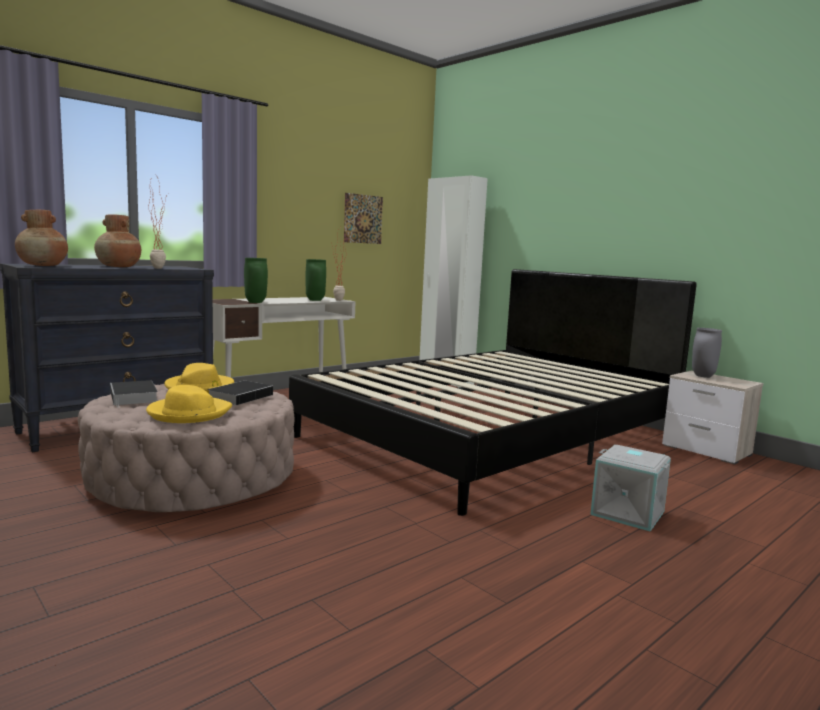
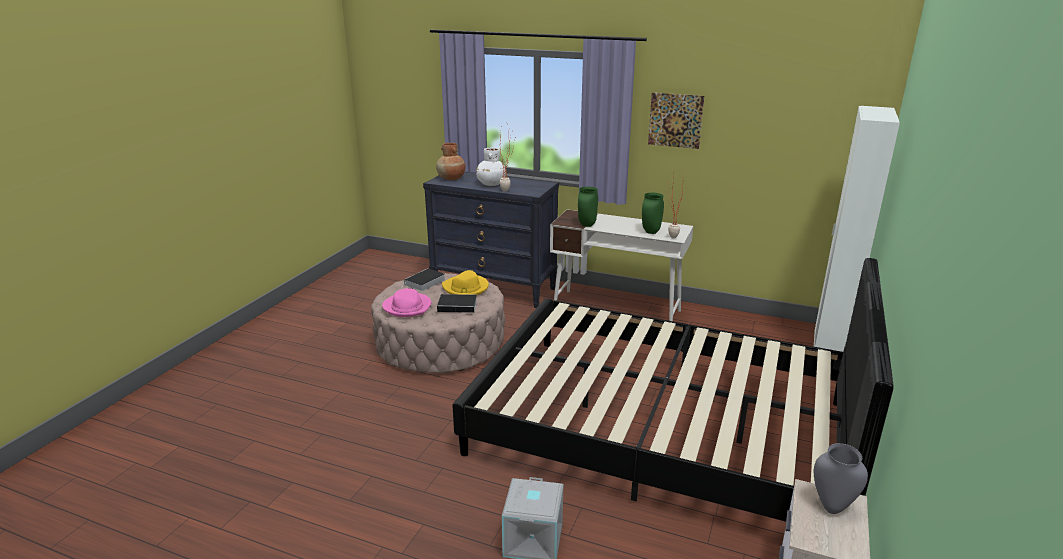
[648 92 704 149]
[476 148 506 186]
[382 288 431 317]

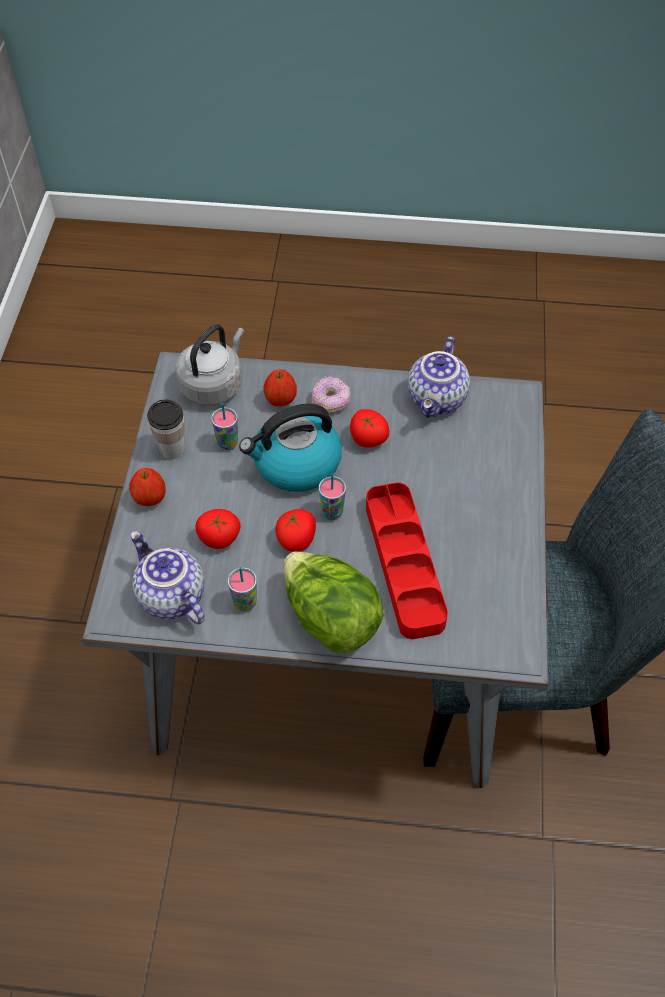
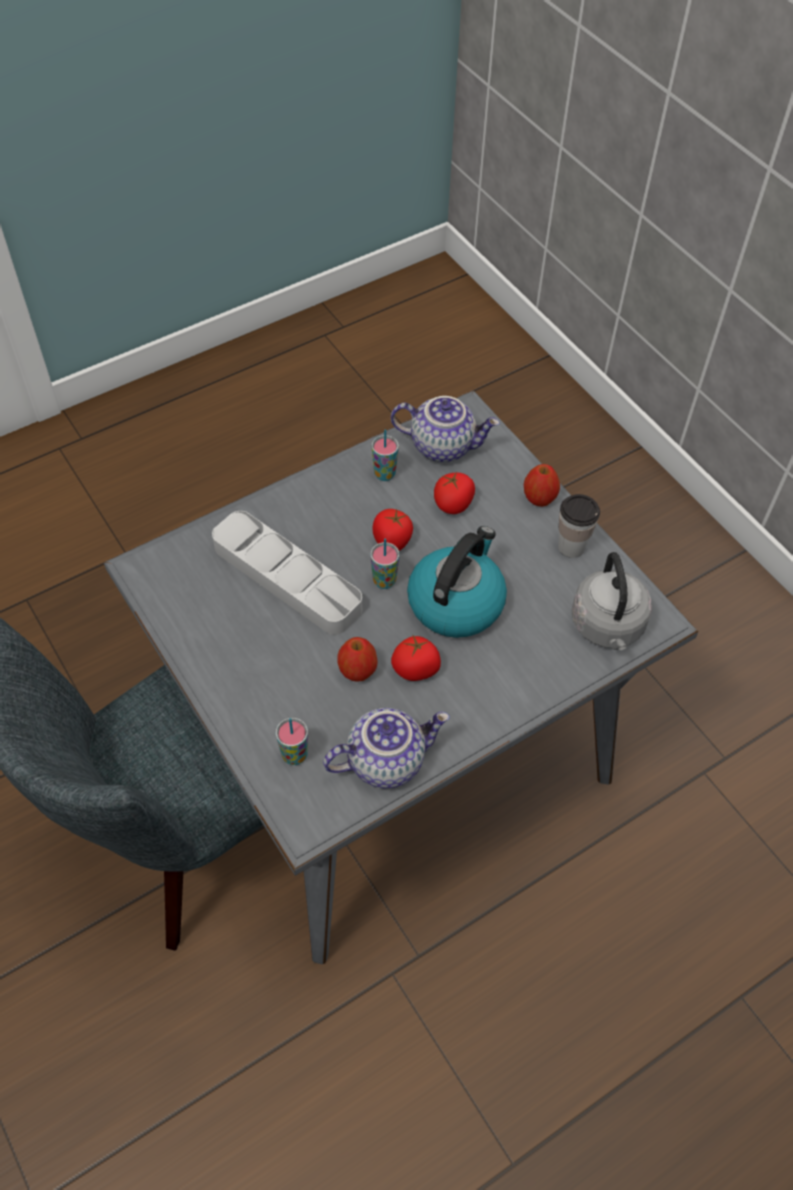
[323 708 450 788]
[337 637 378 682]
[312 376 351 413] (first image)
[276 718 308 765]
[212 511 362 635]
[284 552 384 653] (first image)

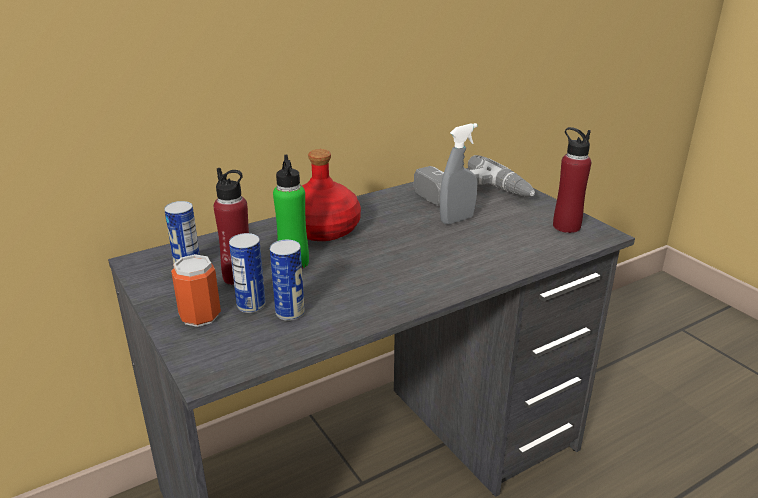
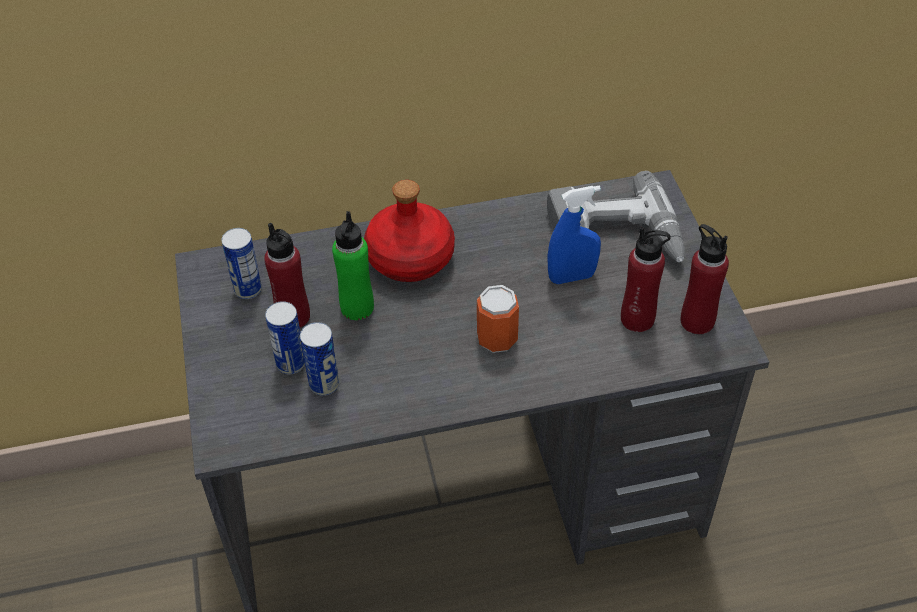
[548 185 601 284]
[477 285 519 353]
[621 227 671 332]

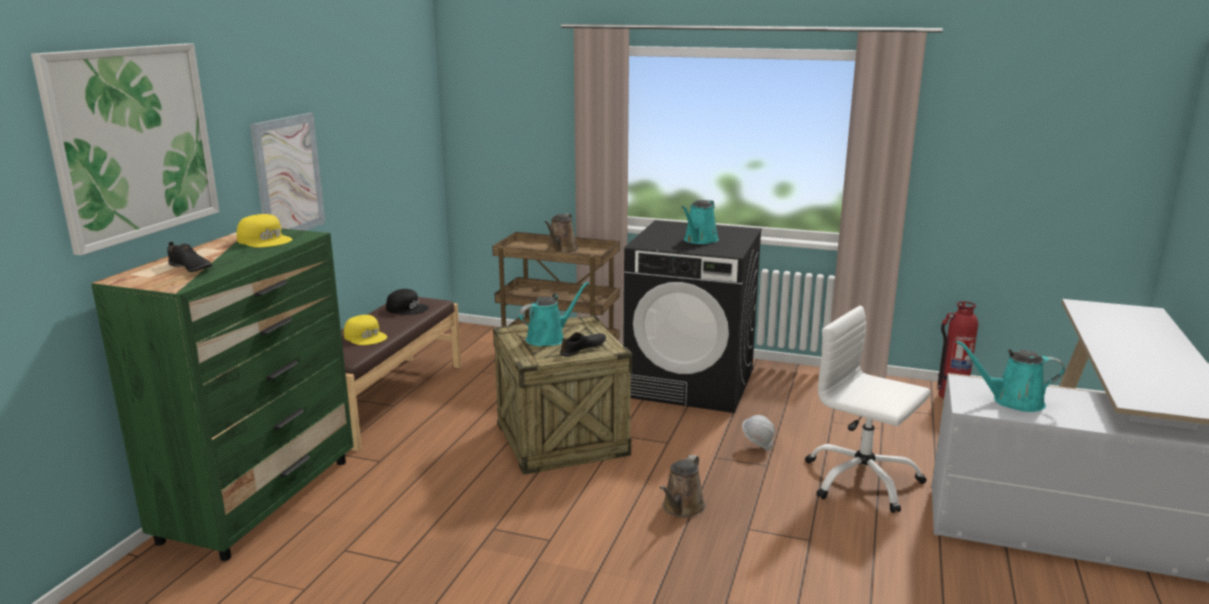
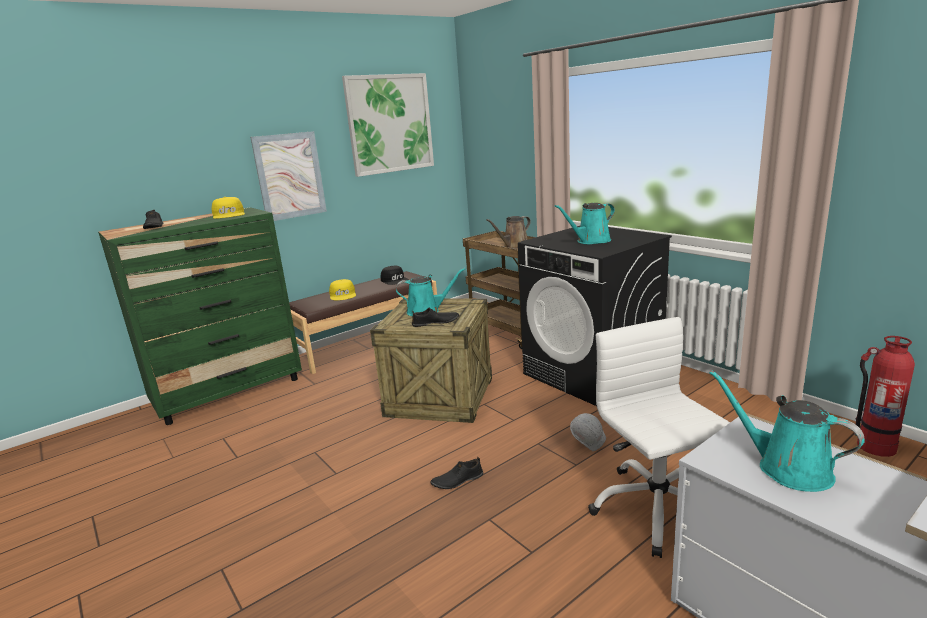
[342 73 434 177]
[430 457 483 489]

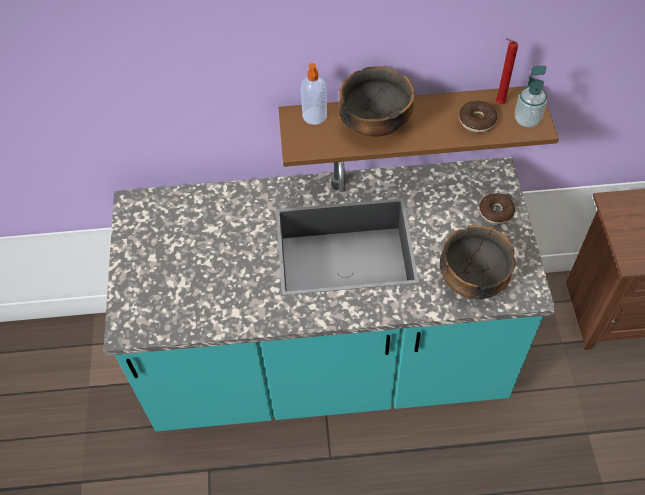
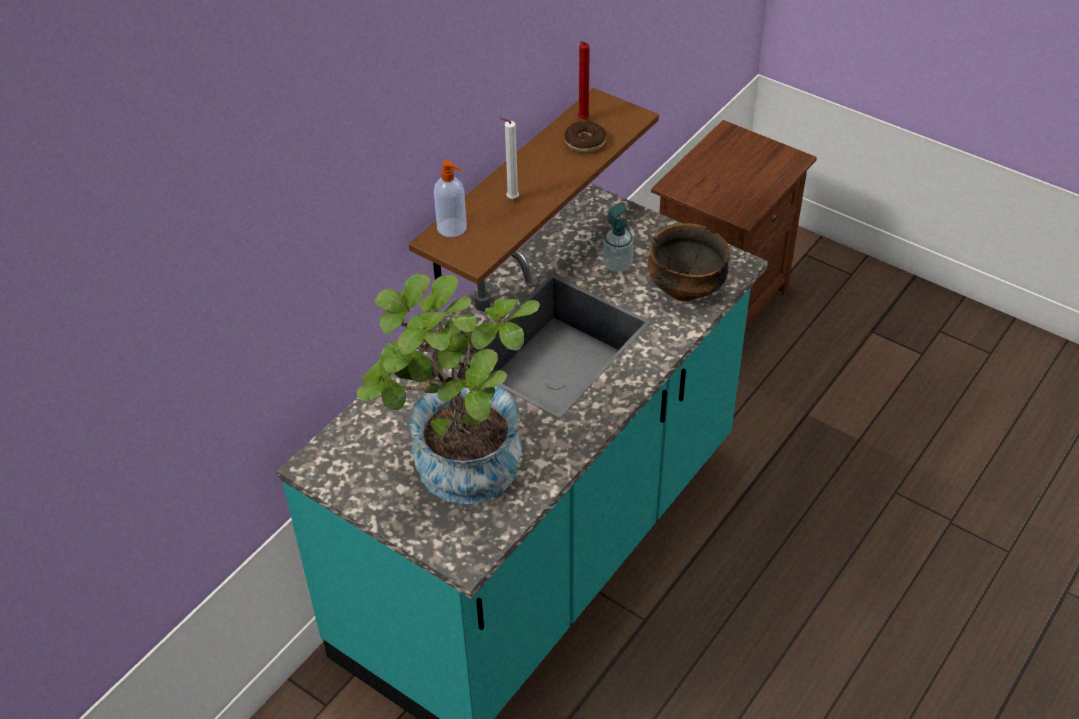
[500 118 519 199]
[603 203 633 272]
[479 193 515 224] (first image)
[356 274 540 504]

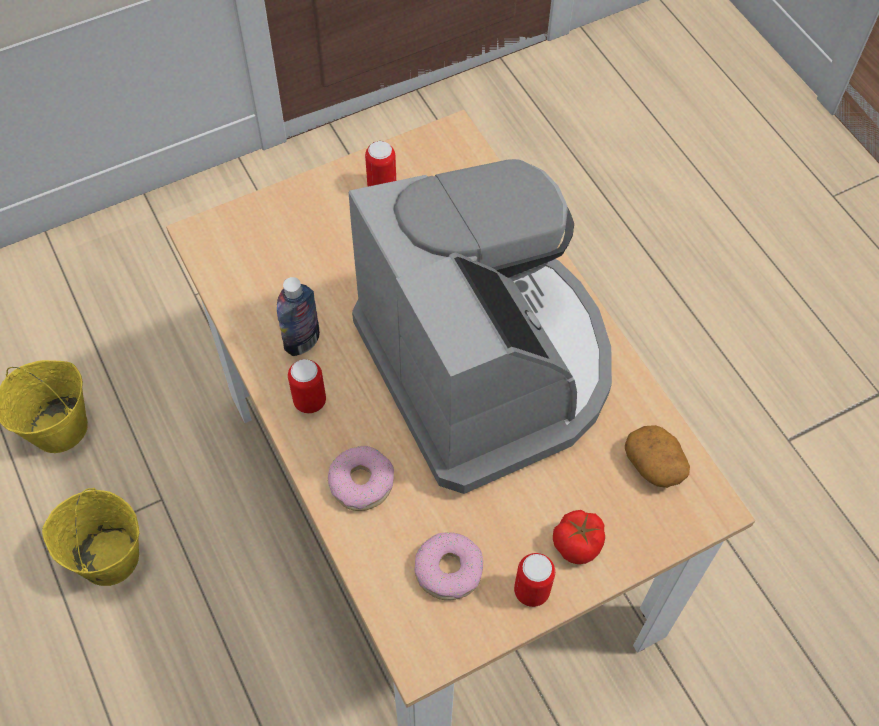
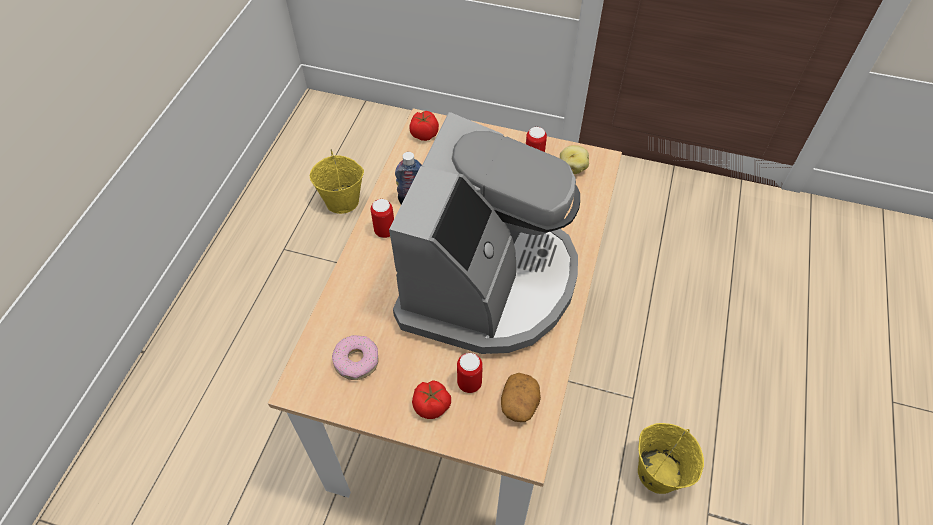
[328 446 394 511] (first image)
[638 423 704 494]
[457 353 483 393]
[410 111 439 141]
[560 145 589 174]

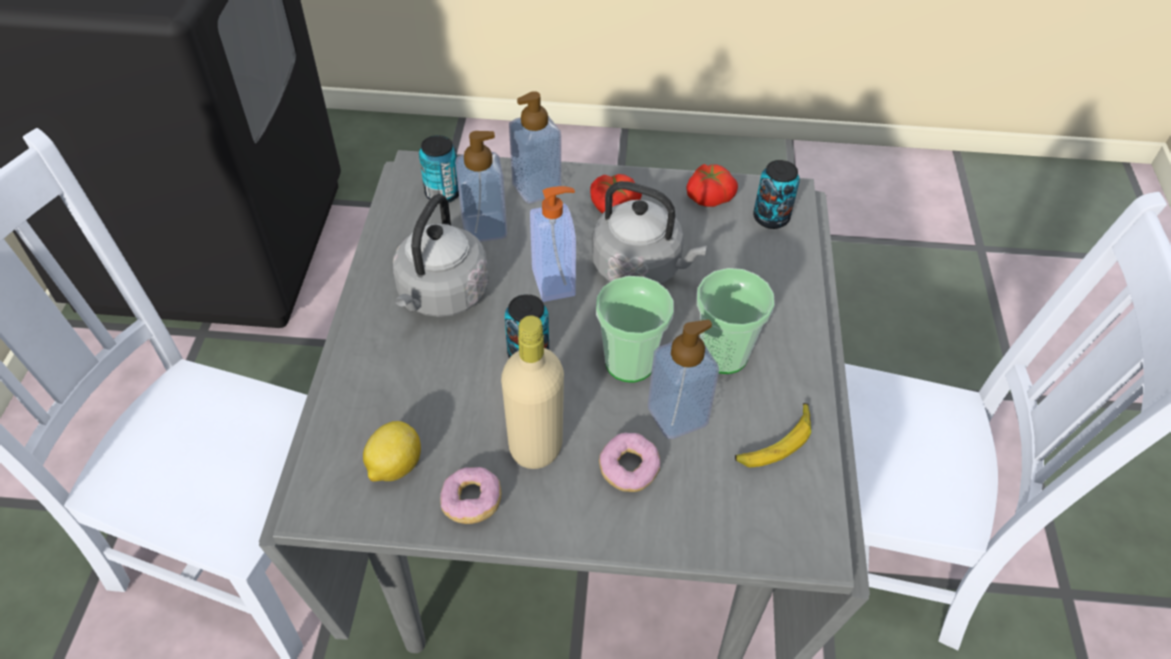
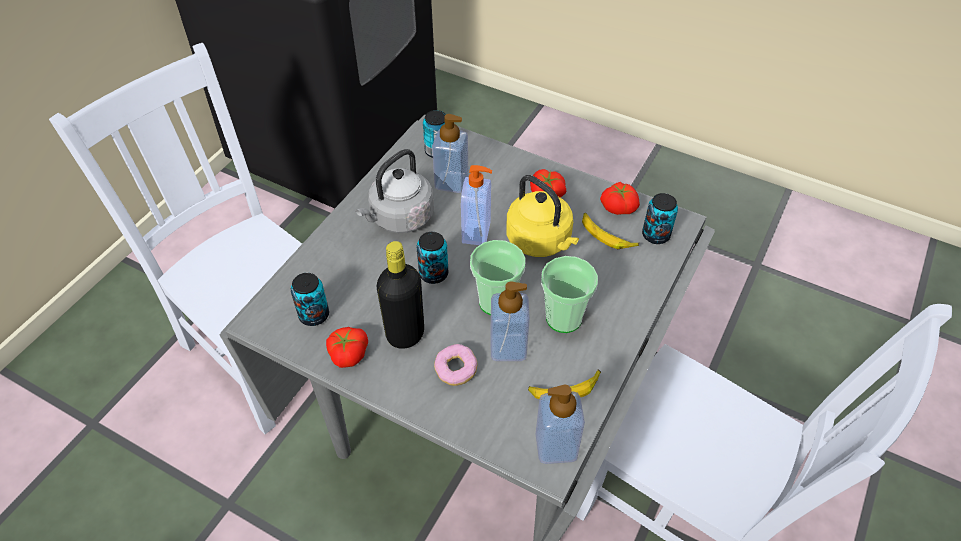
[536 385 585 464]
[506 175 579 257]
[377 241 424 349]
[291 273 329 326]
[326 327 368 368]
[582 213 639 249]

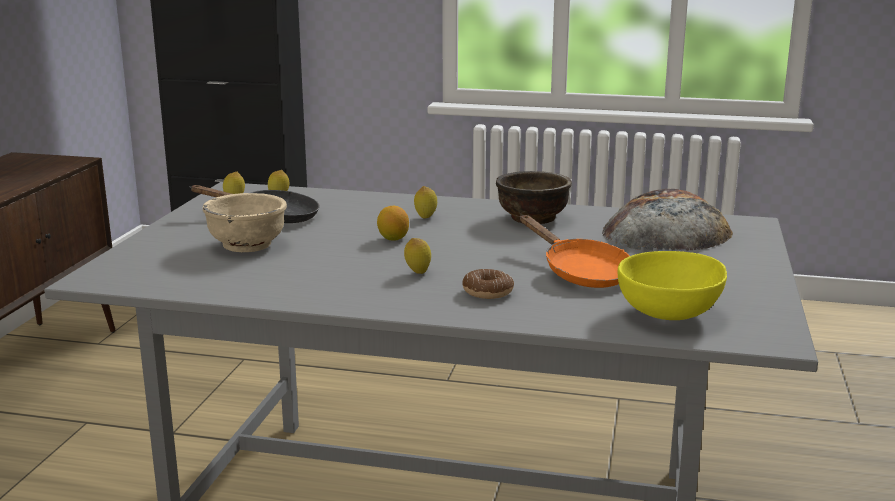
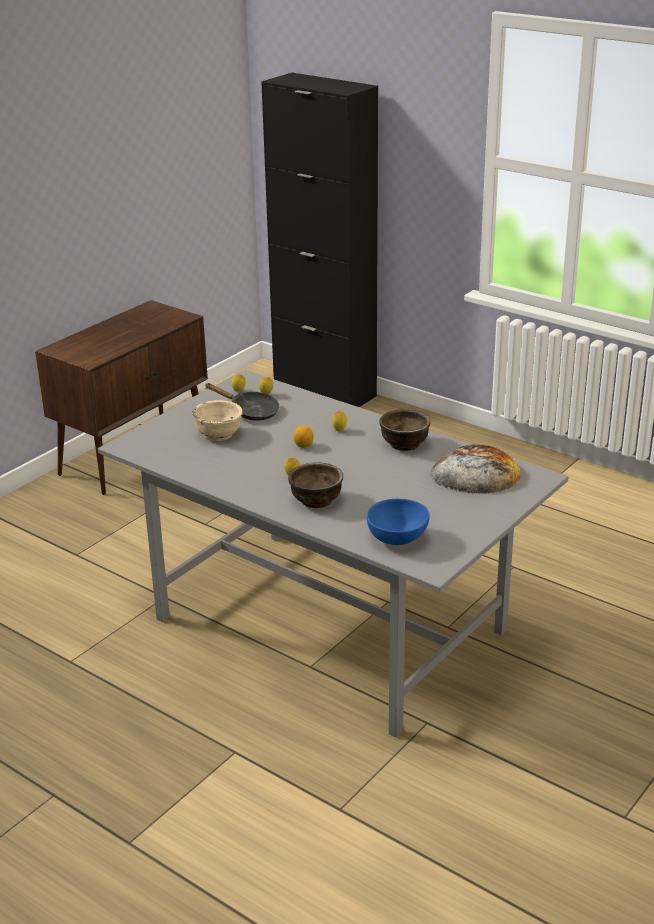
[520 215 630 288] (first image)
[367 499 429 545]
[288 462 343 508]

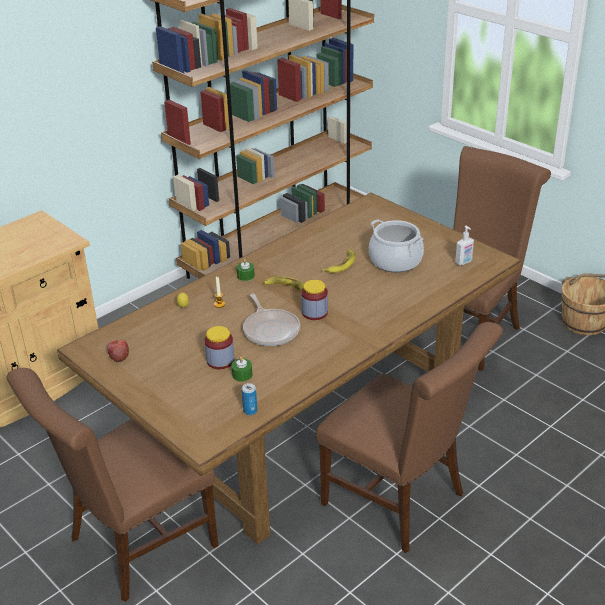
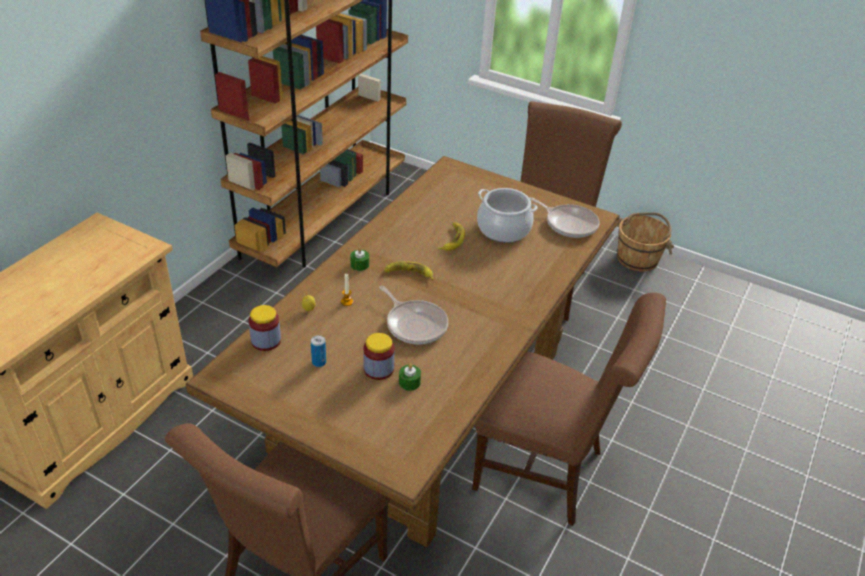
[529 197 599 238]
[249 305 281 351]
[108 339 129 363] (first image)
[311 335 326 367]

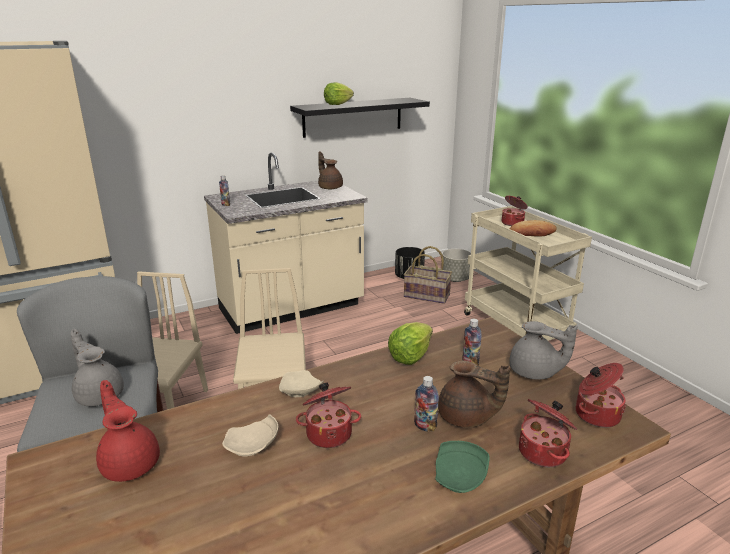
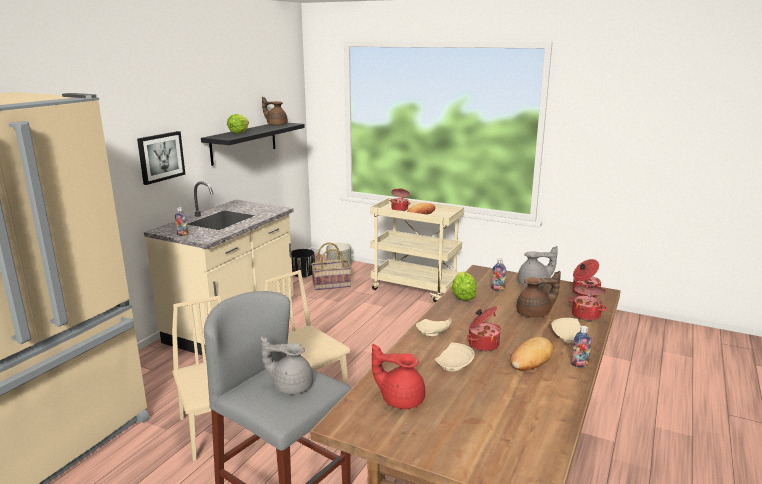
[262 97 288 126]
[571 326 592 368]
[551 318 581 344]
[137 131 186 185]
[510 337 554 371]

